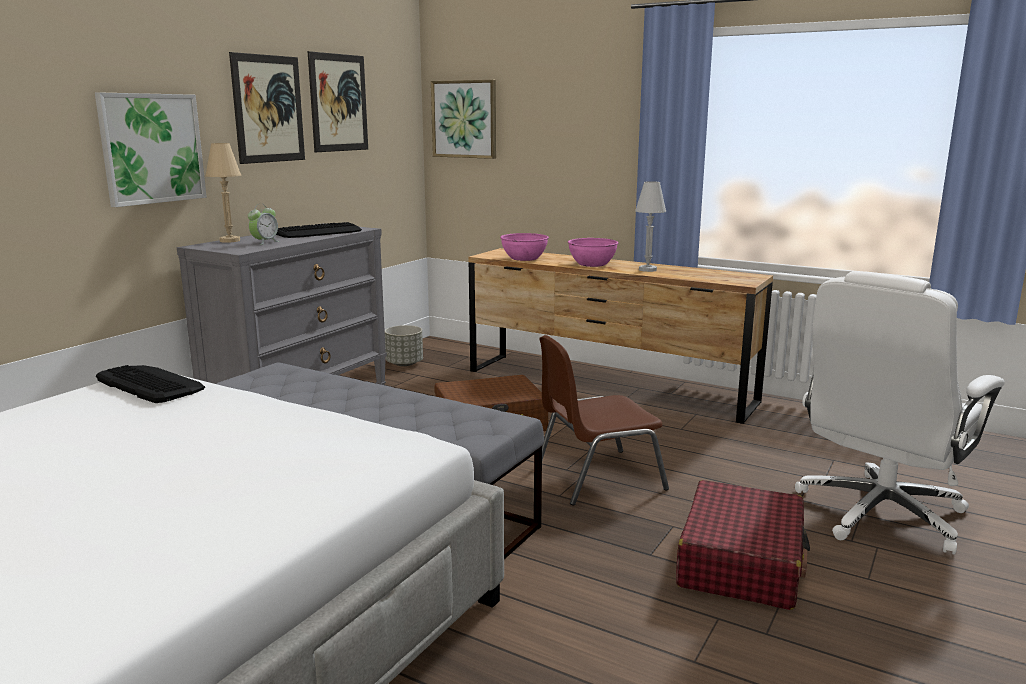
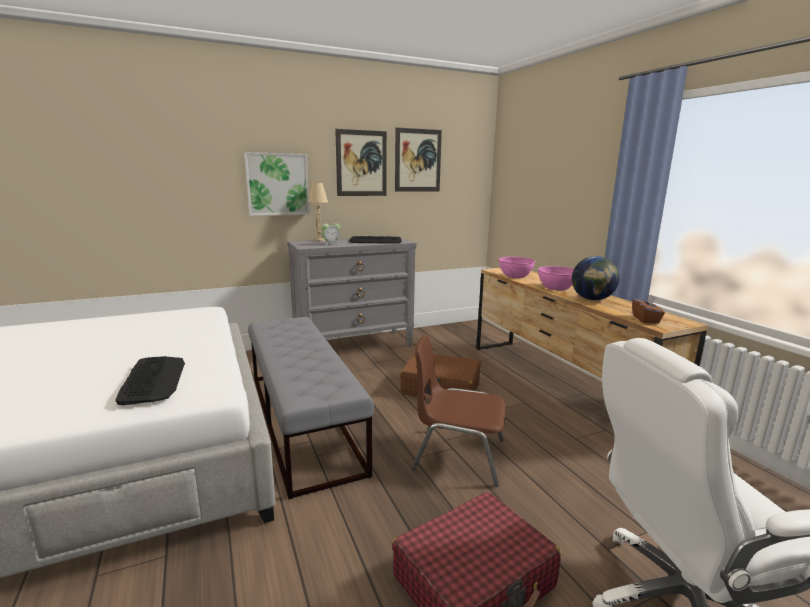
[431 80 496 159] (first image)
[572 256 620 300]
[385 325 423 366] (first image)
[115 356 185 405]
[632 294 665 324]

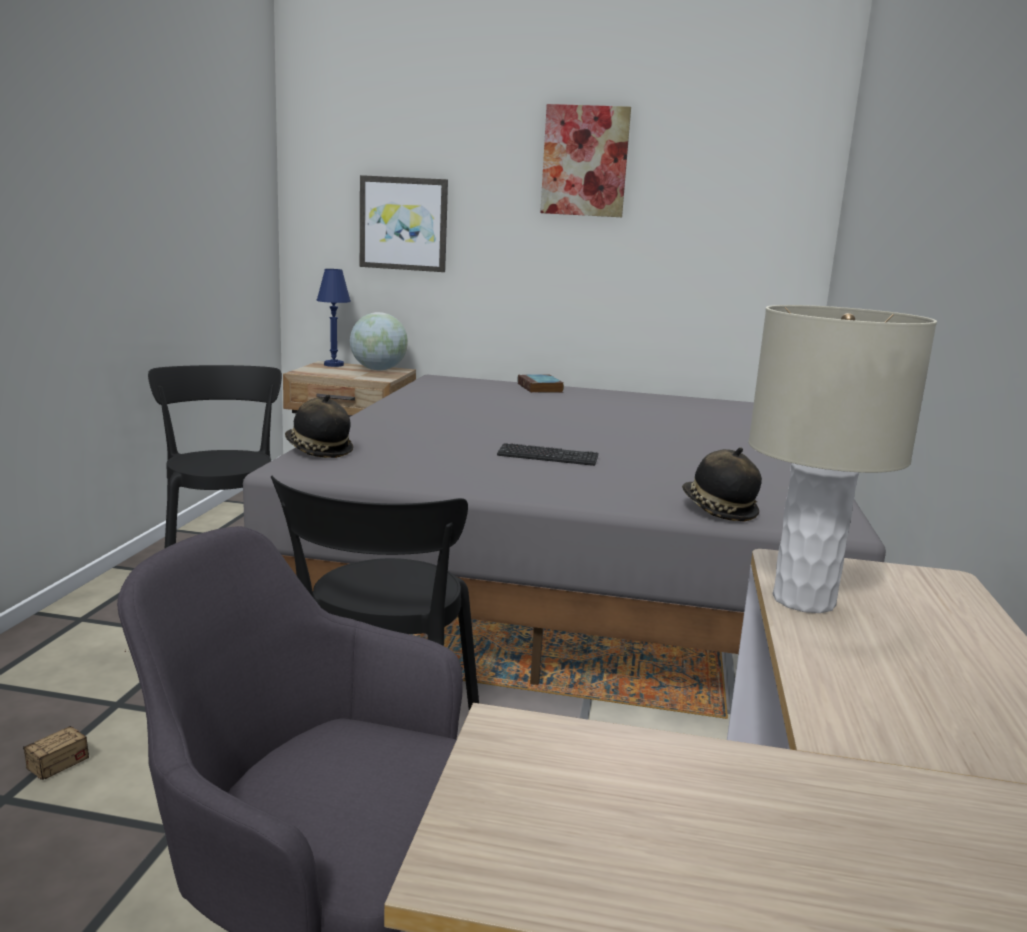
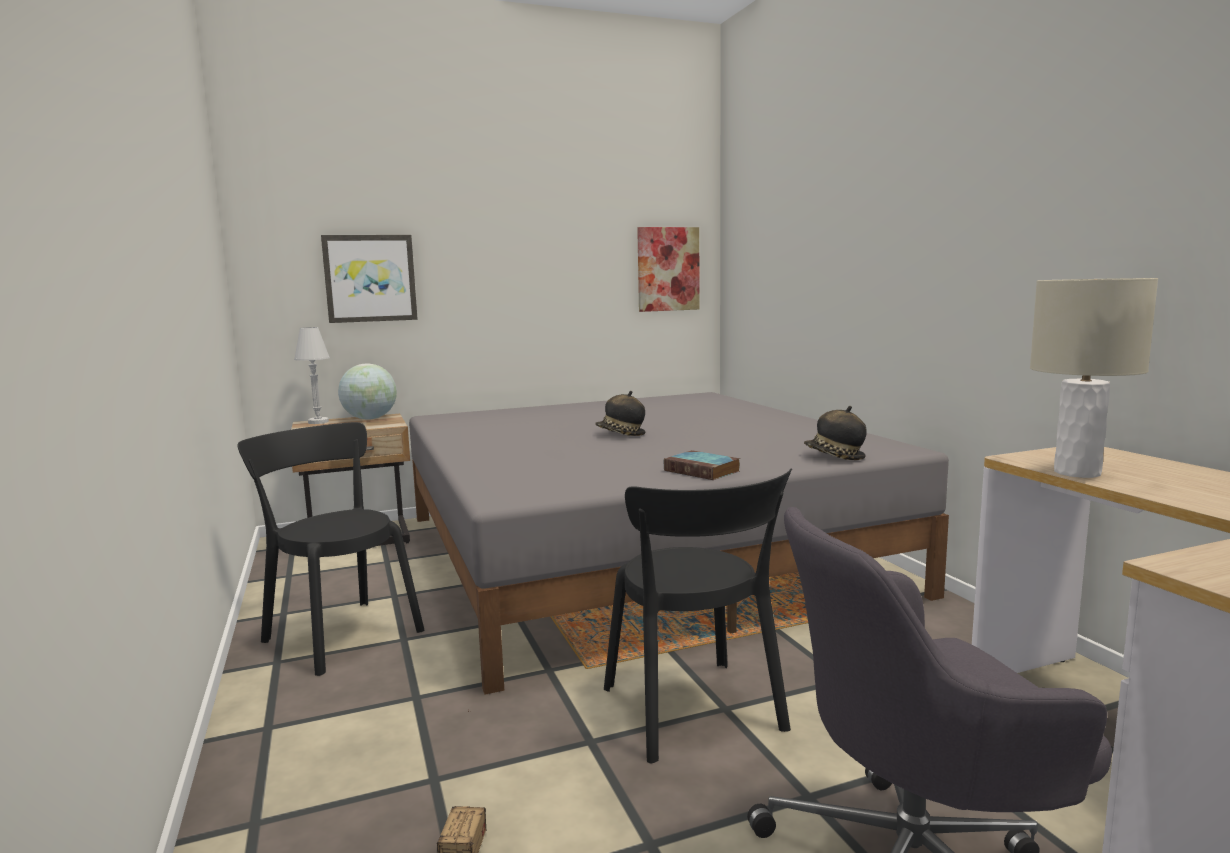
[637 227 700 312]
[294 327 330 424]
[664 450 740 480]
[595 391 645 436]
[497 443 599 466] (first image)

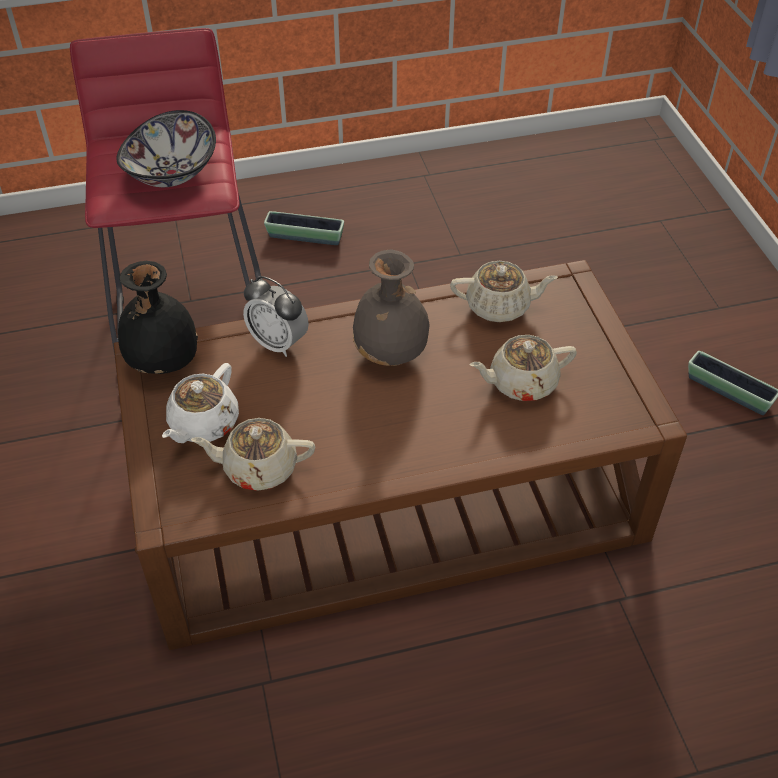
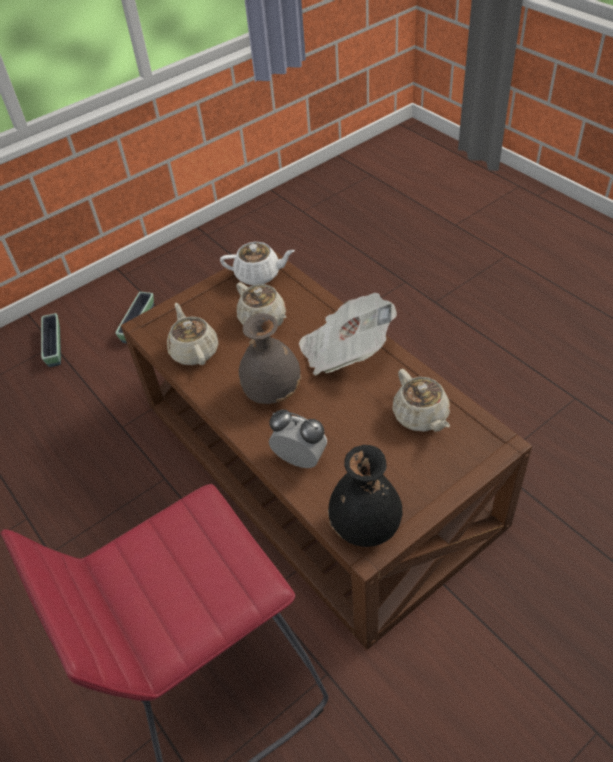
[116 110 216 187] (first image)
[41 313 61 367]
[269 410 327 468]
[220 242 295 285]
[299 293 397 376]

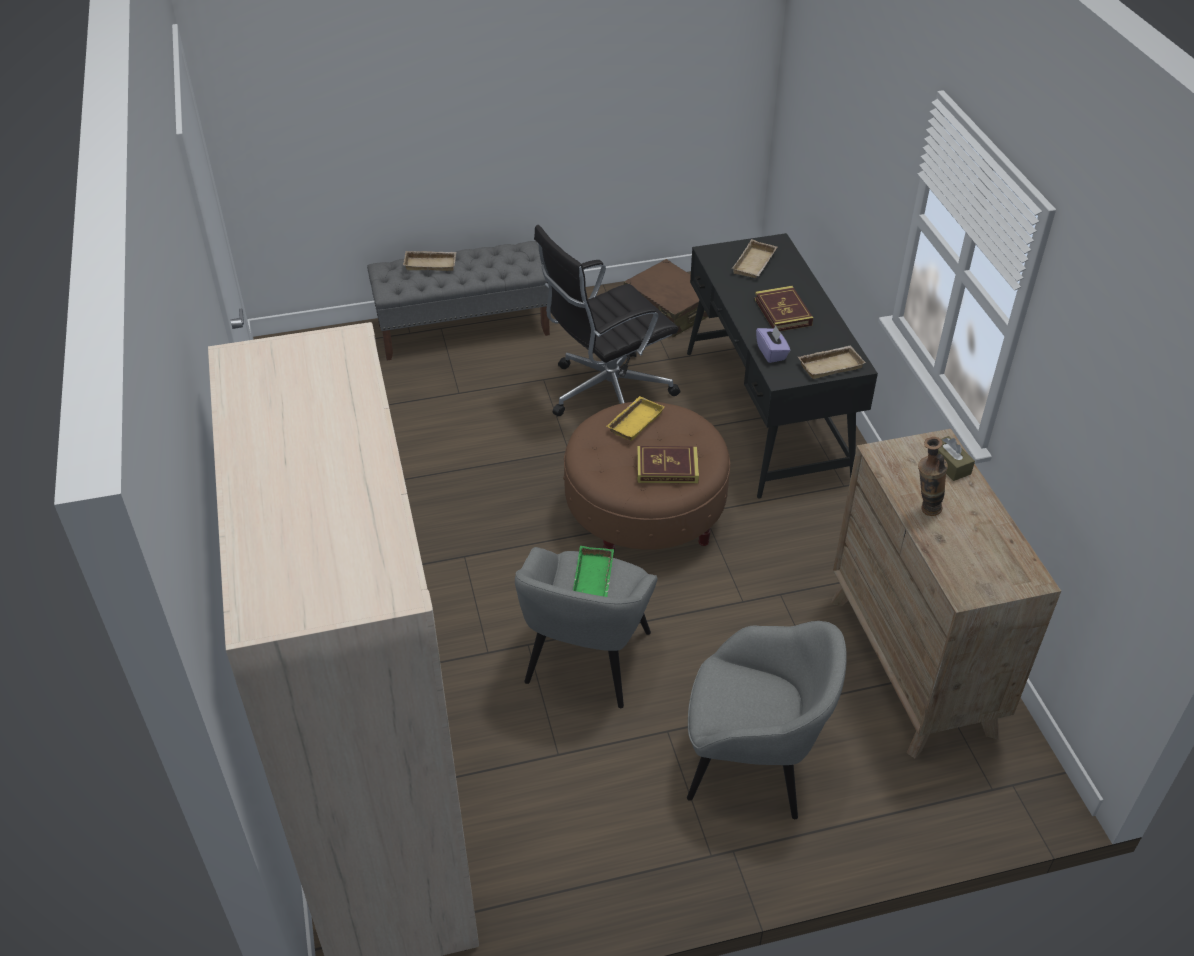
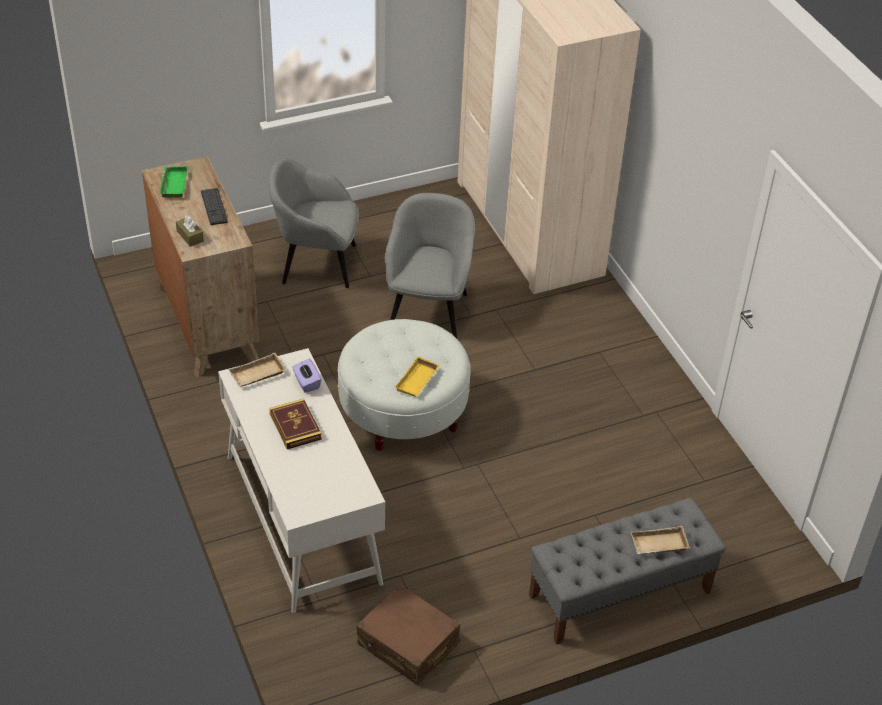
[534 225 680 416] (first image)
[218 348 385 613]
[732 239 777 278] (first image)
[338 319 471 451]
[201 188 228 225]
[637 446 699 483] (first image)
[159 166 188 198]

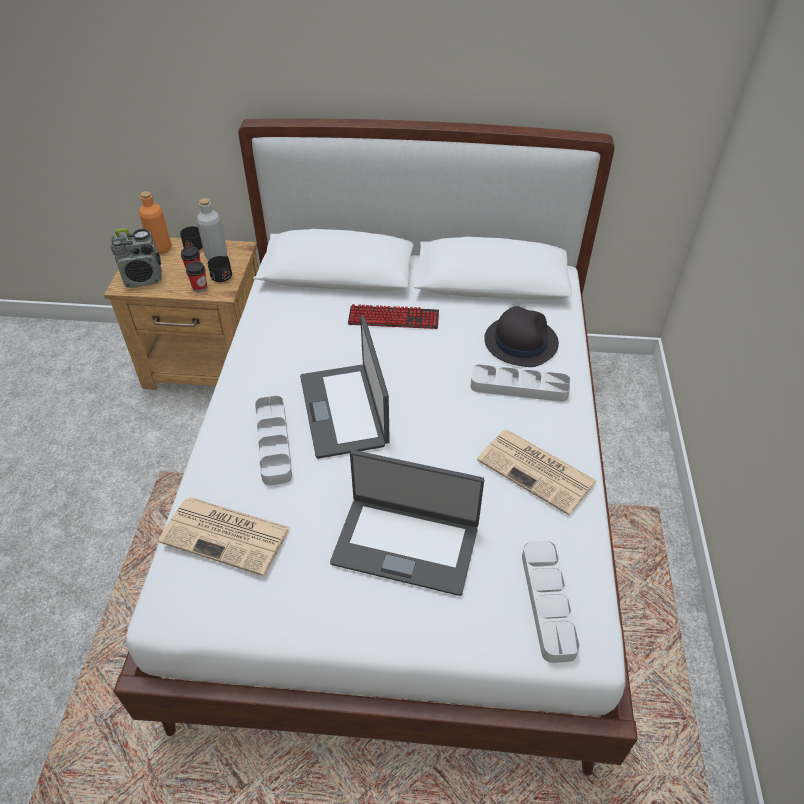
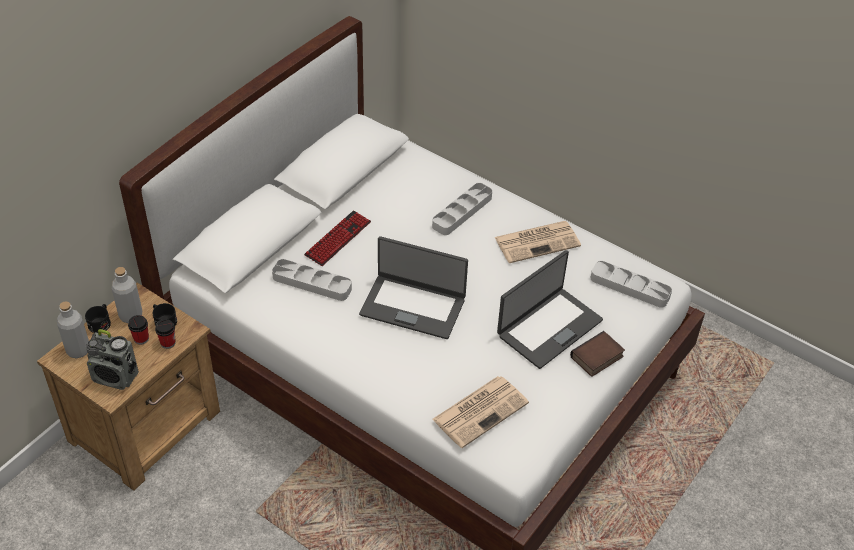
[57 301 89 358]
[86 329 139 390]
[484 306 559 367] (first image)
[272 259 352 301]
[570 331 625 377]

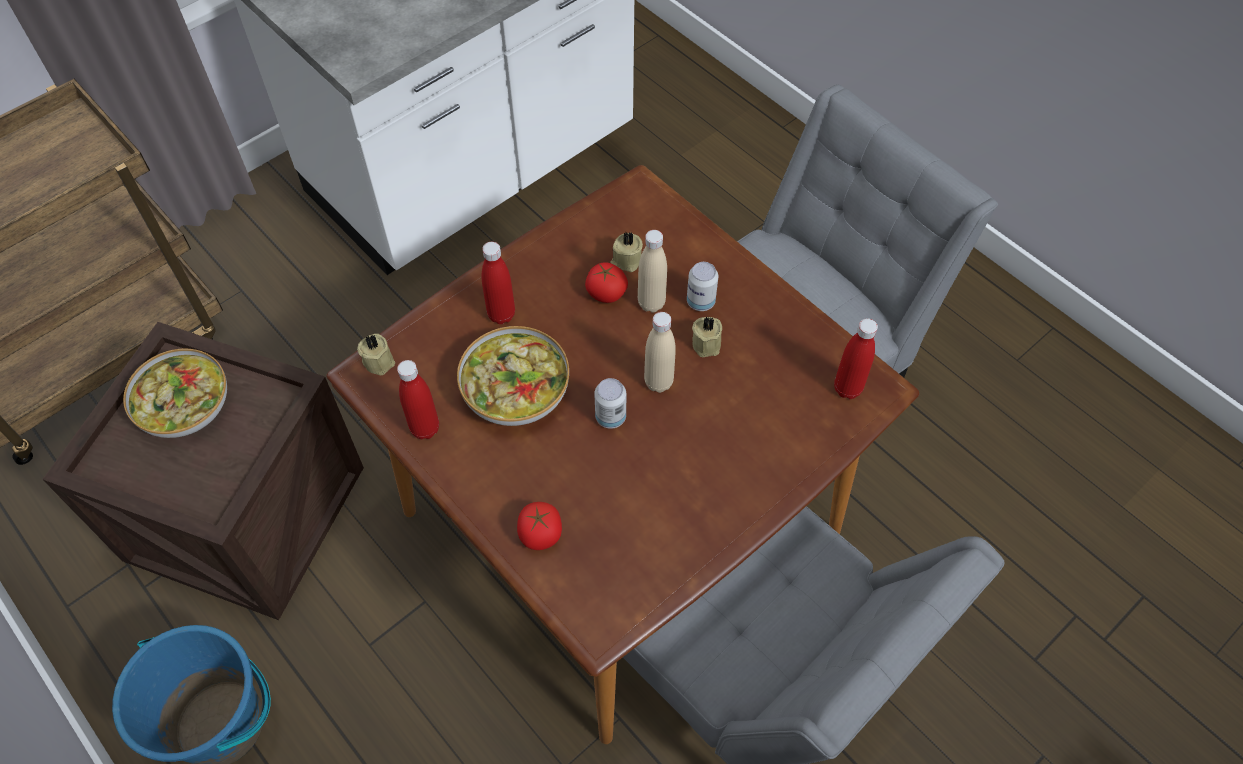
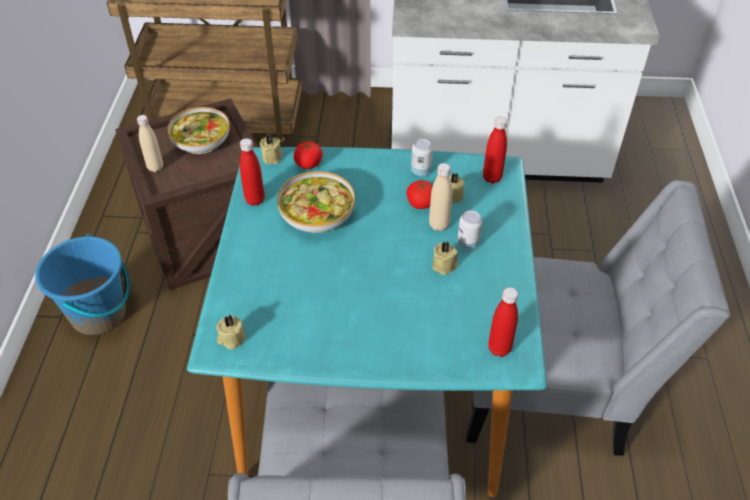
[187 147 547 497]
[483 117 507 184]
[137 115 163 172]
[411 139 433 176]
[294 141 323 169]
[216 315 246 350]

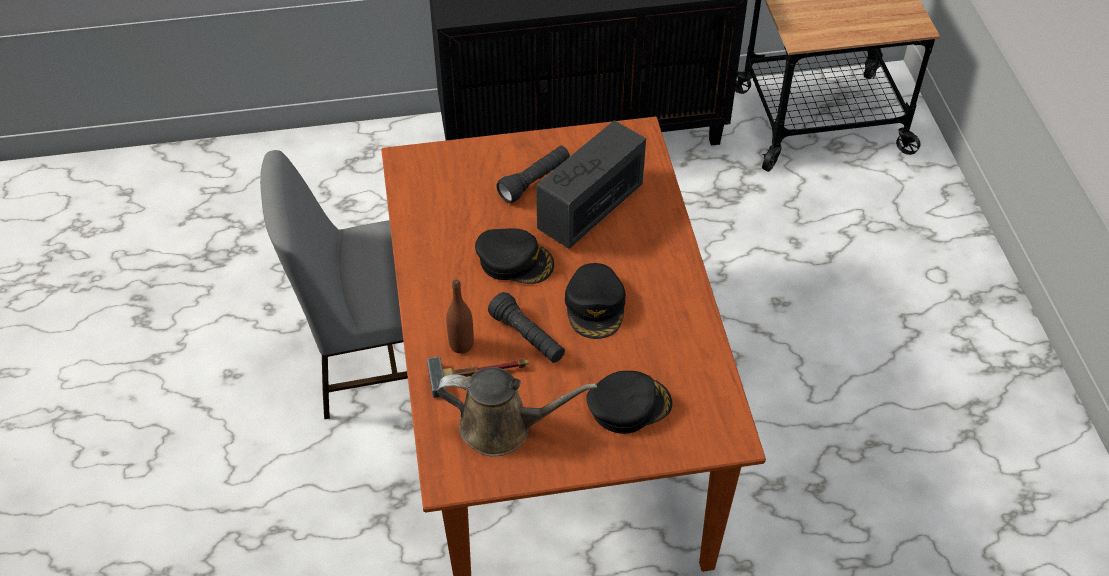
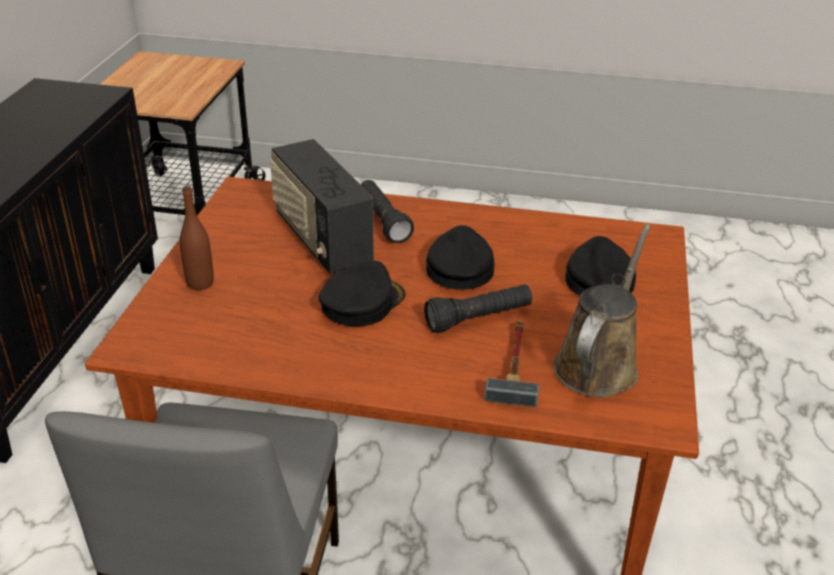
[361 180 414 243]
[426 225 495 289]
[180 186 214 290]

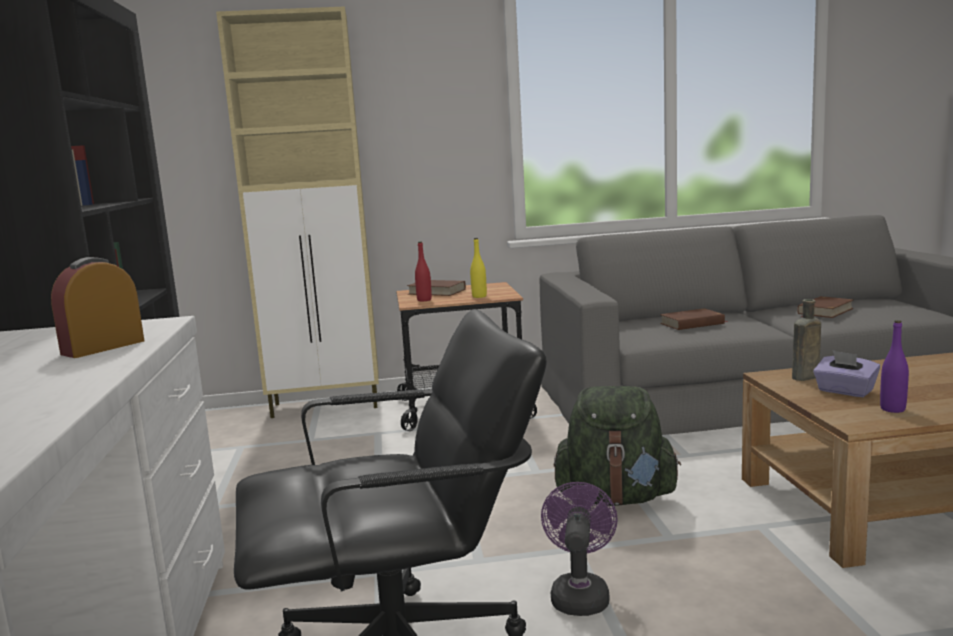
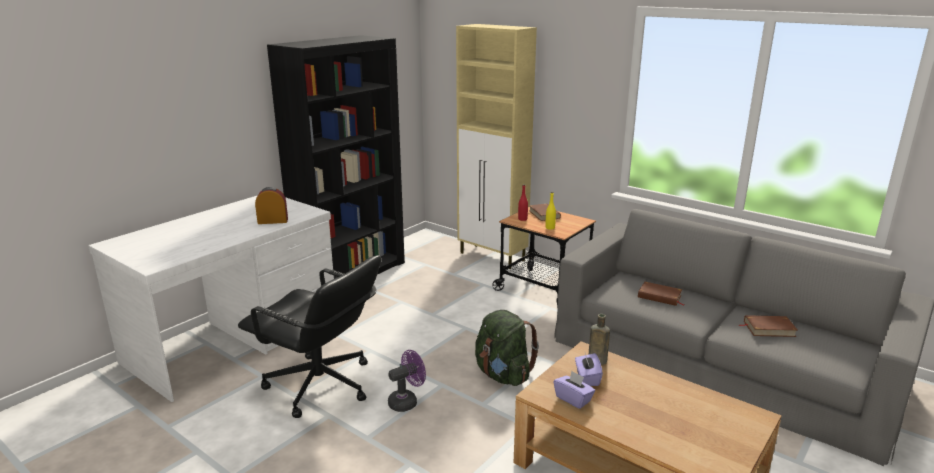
[554 371 595 409]

